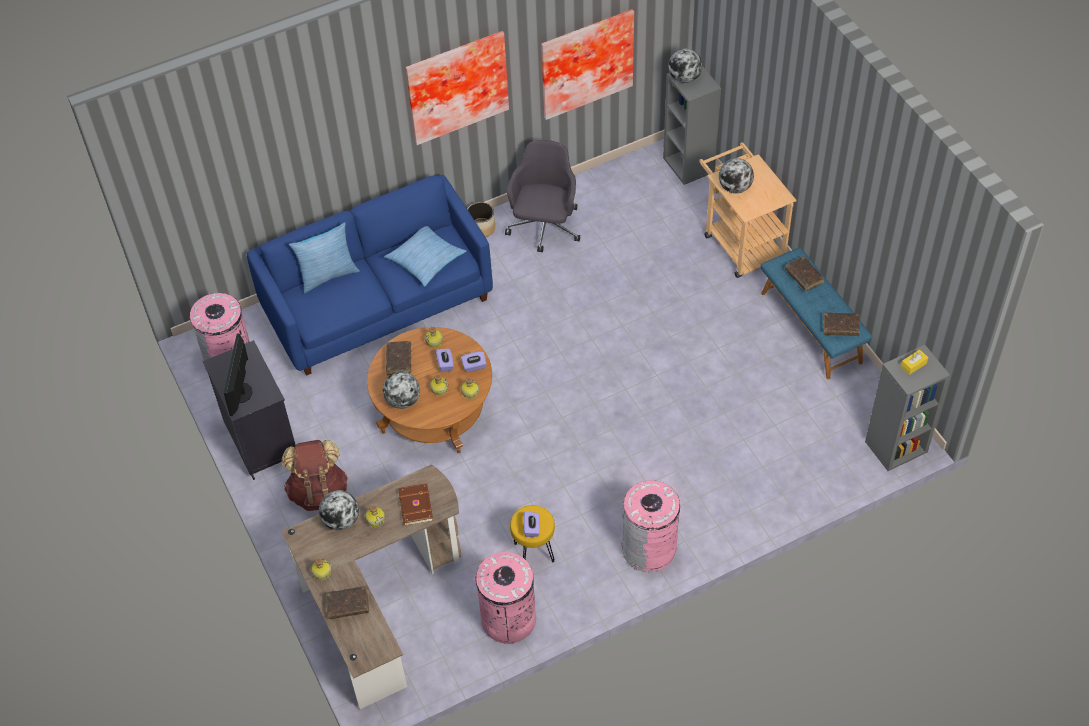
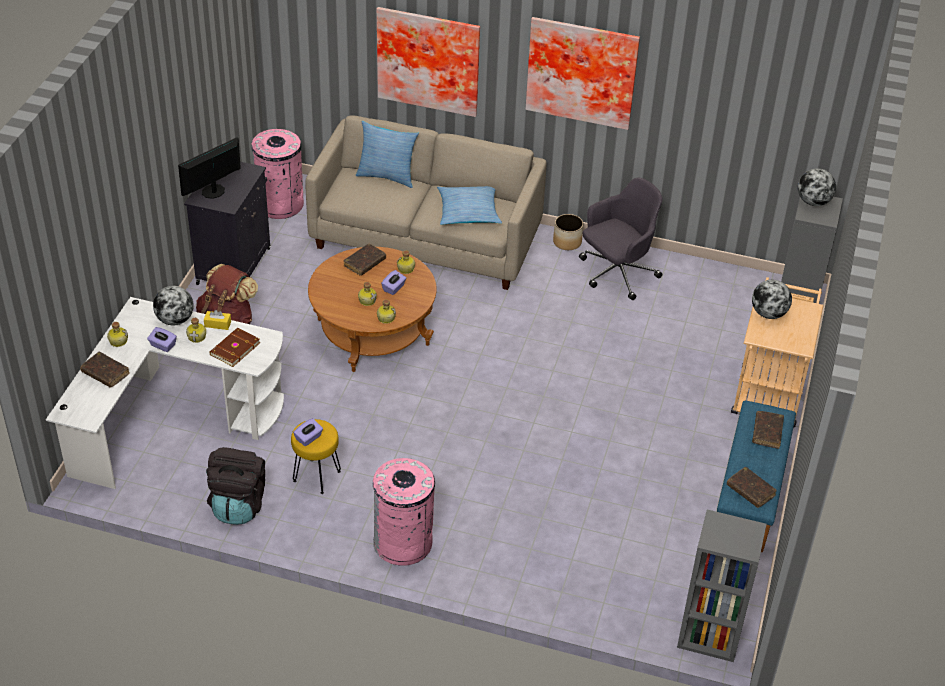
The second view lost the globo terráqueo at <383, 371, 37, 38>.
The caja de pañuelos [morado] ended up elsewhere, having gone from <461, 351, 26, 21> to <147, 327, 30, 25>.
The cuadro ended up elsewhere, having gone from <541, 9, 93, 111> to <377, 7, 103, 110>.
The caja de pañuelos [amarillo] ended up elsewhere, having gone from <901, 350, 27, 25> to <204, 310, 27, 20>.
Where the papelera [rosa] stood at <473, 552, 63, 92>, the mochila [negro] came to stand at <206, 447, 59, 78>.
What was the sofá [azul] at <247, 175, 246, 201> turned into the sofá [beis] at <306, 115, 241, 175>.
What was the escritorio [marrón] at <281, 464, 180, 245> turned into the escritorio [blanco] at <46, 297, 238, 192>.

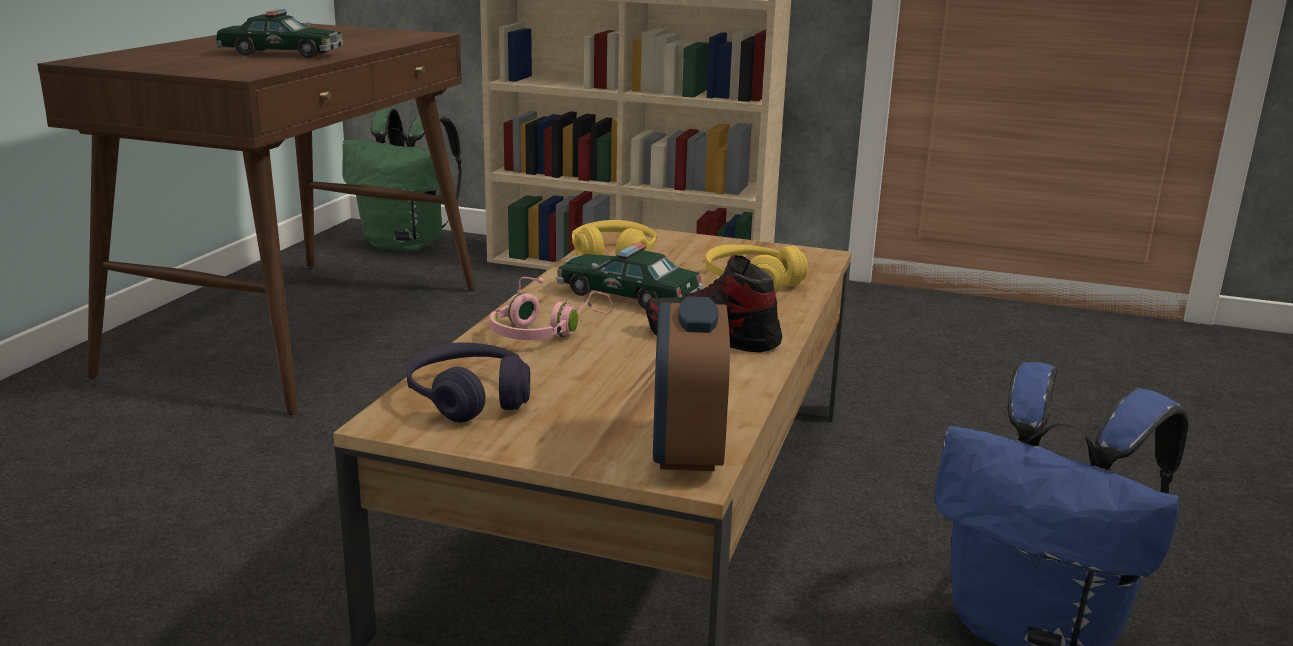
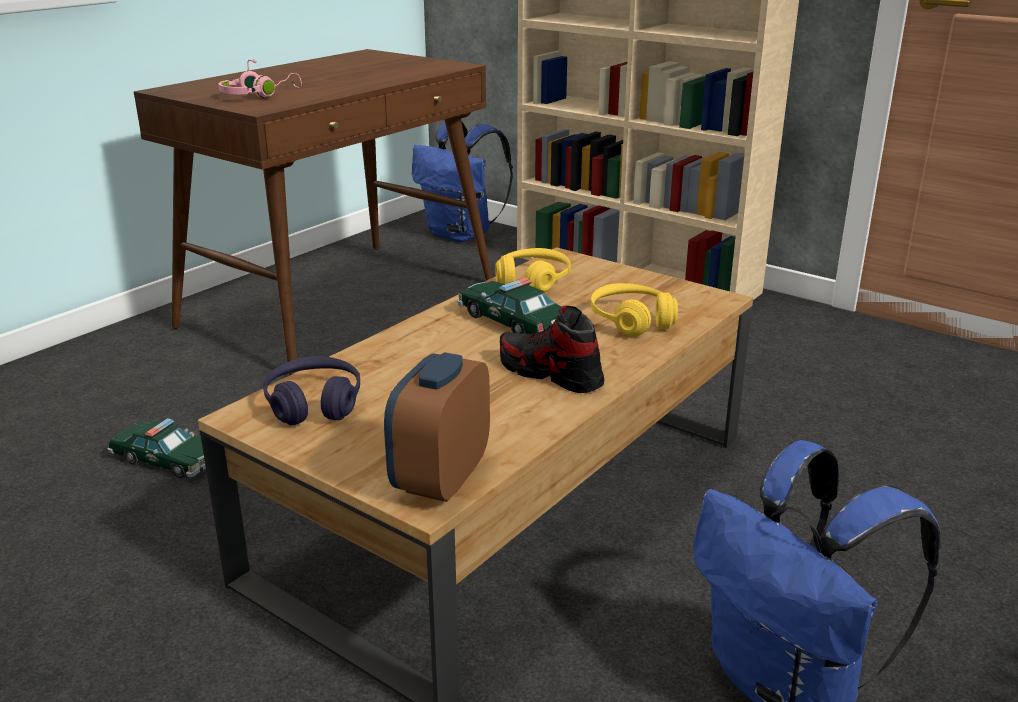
The coche de juguete ended up elsewhere, having gone from <215, 9, 128, 49> to <107, 418, 99, 61>.
The auriculares [rosa] ended up elsewhere, having gone from <490, 277, 123, 63> to <219, 60, 83, 38>.
What was the mochila [verde] at <342, 108, 120, 144> turned into the mochila [azul] at <412, 121, 101, 121>.

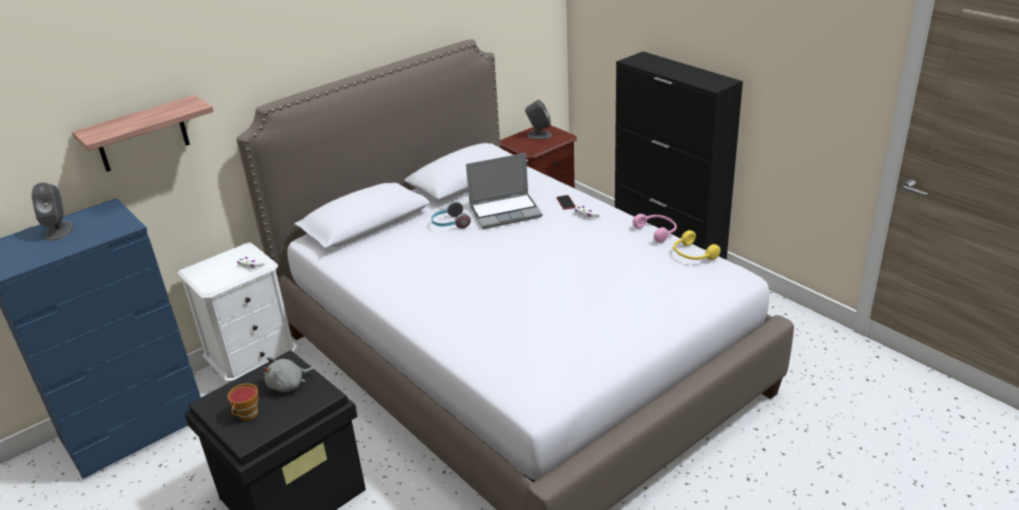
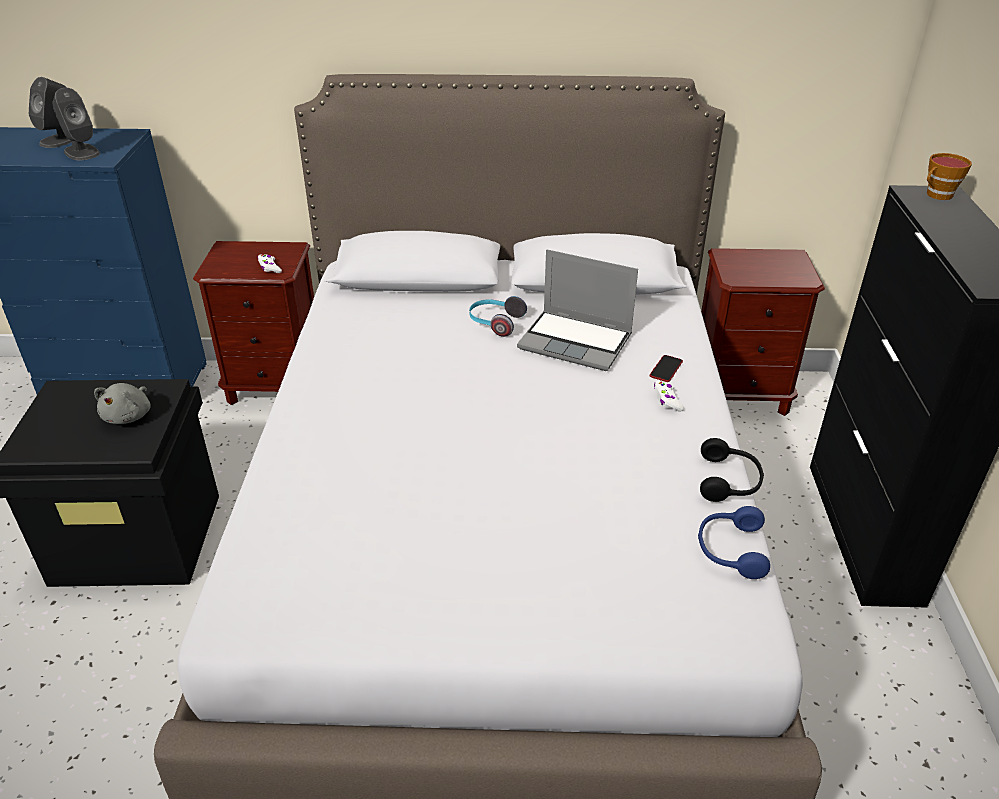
The second view lost the estante at <72, 95, 142, 77>.
The taza ended up elsewhere, having gone from <227, 383, 31, 38> to <927, 153, 45, 47>.
The altavoz [gris] ended up elsewhere, having gone from <525, 100, 27, 39> to <52, 88, 48, 72>.
What was the mesita de noche [blanco] at <177, 242, 121, 141> turned into the mesita de noche [marrón] at <193, 241, 121, 164>.
What was the auriculares [rosa] at <633, 214, 44, 29> turned into the auriculares [negro] at <700, 438, 64, 64>.
What was the auriculares [amarillo] at <673, 230, 48, 30> turned into the auriculares [azul] at <698, 506, 72, 73>.
The peluche [gris] at <263, 357, 54, 35> ended up facing another way, 90 degrees counterclockwise from before.

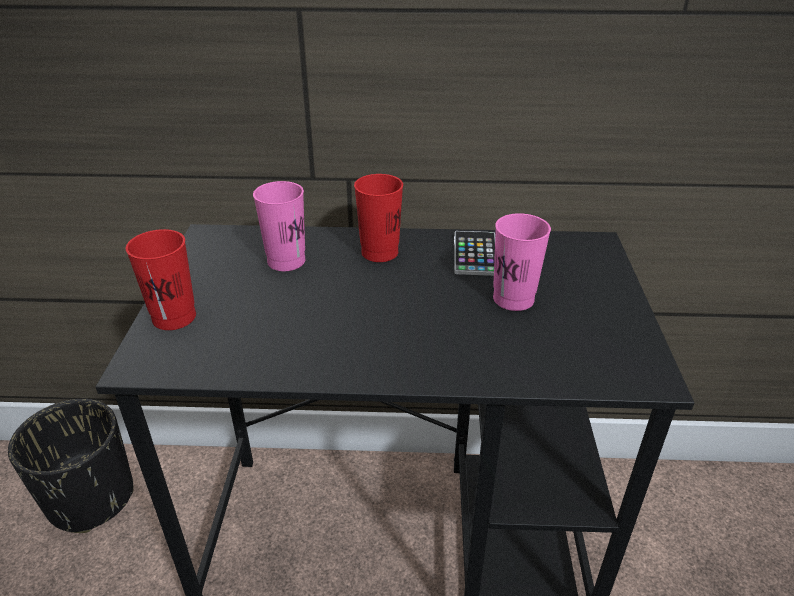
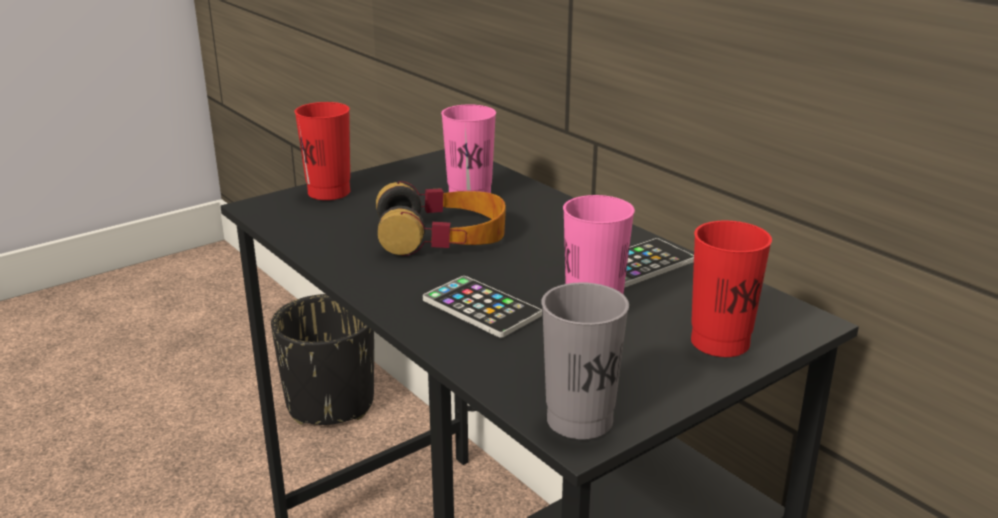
The second view gained the auriculares at <376, 181, 130, 75>.
The second view gained the móvil at <423, 276, 119, 62>.
The second view gained the taza [gris] at <542, 282, 87, 158>.
The taza [rojo] ended up elsewhere, having gone from <354, 174, 49, 88> to <691, 221, 81, 136>.

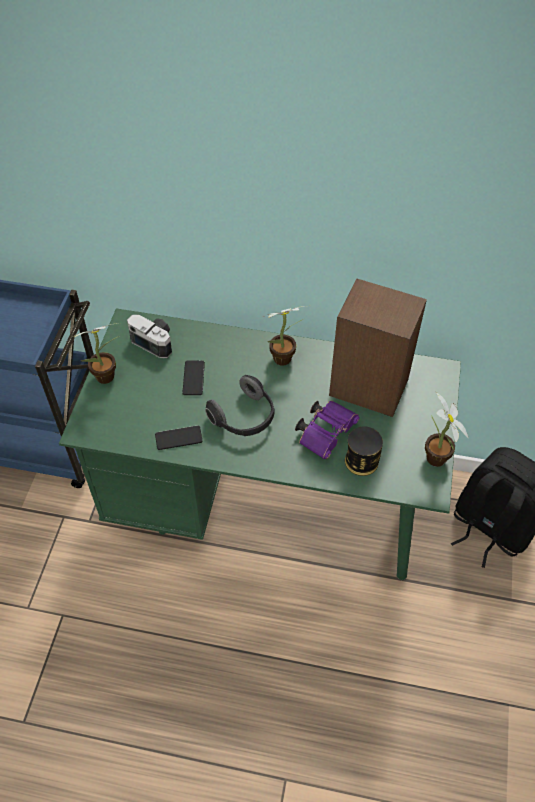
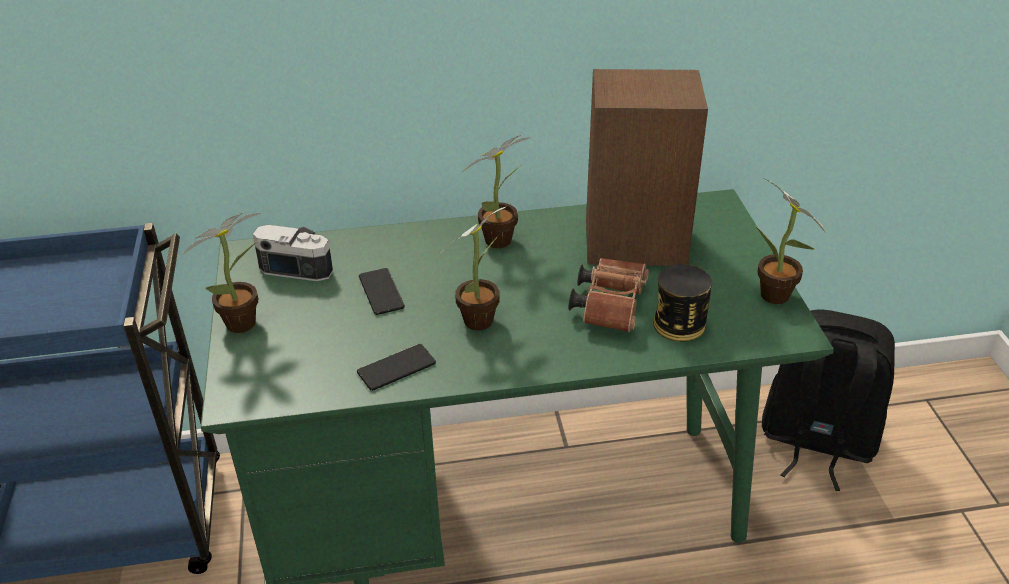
Where the auriculares stood at <205, 375, 69, 61>, the planta en maceta came to stand at <448, 207, 58, 123>.
What was the prismáticos [morado] at <295, 401, 64, 58> turned into the prismáticos [marrón] at <569, 258, 80, 74>.

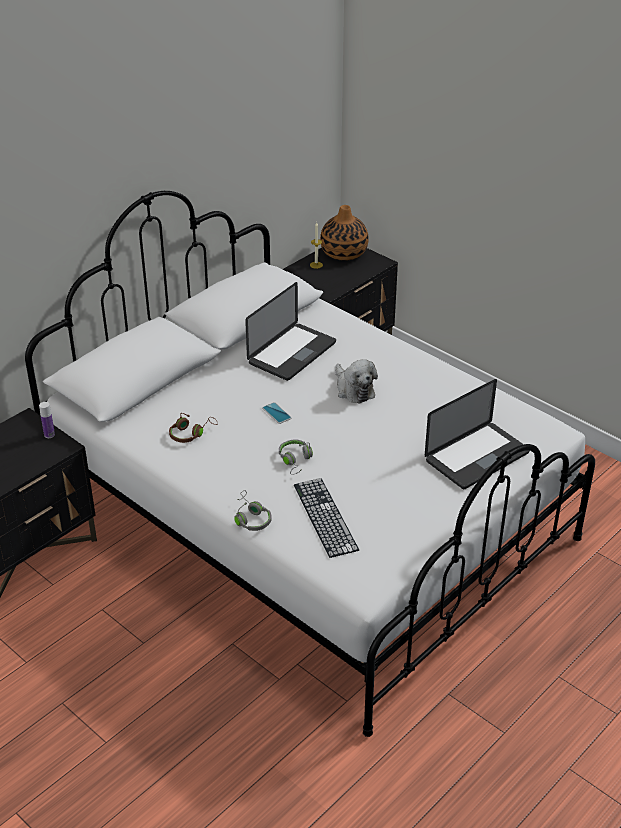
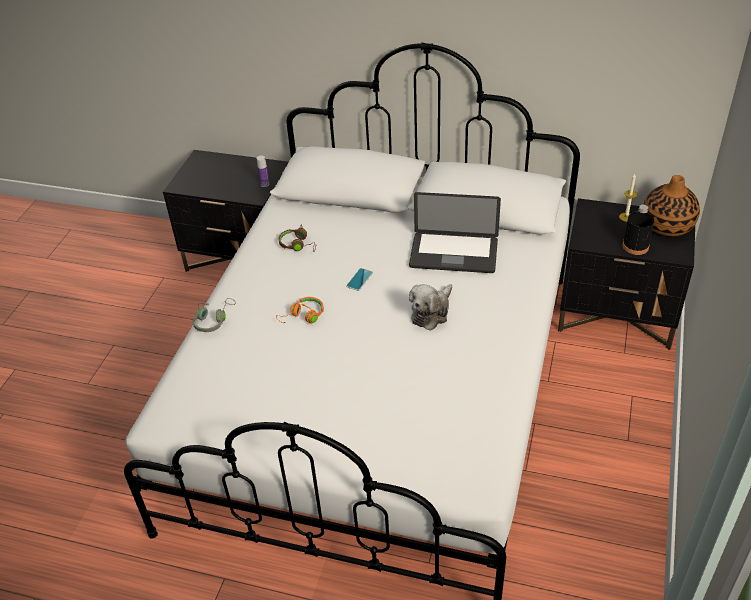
The second view lost the teclado at <294, 478, 65, 80>.
The second view lost the portátil at <425, 379, 105, 110>.
The second view gained the botella [negro] at <622, 205, 32, 50>.
What was the auriculares [gris] at <279, 439, 34, 36> turned into the auriculares [naranja] at <276, 297, 48, 26>.

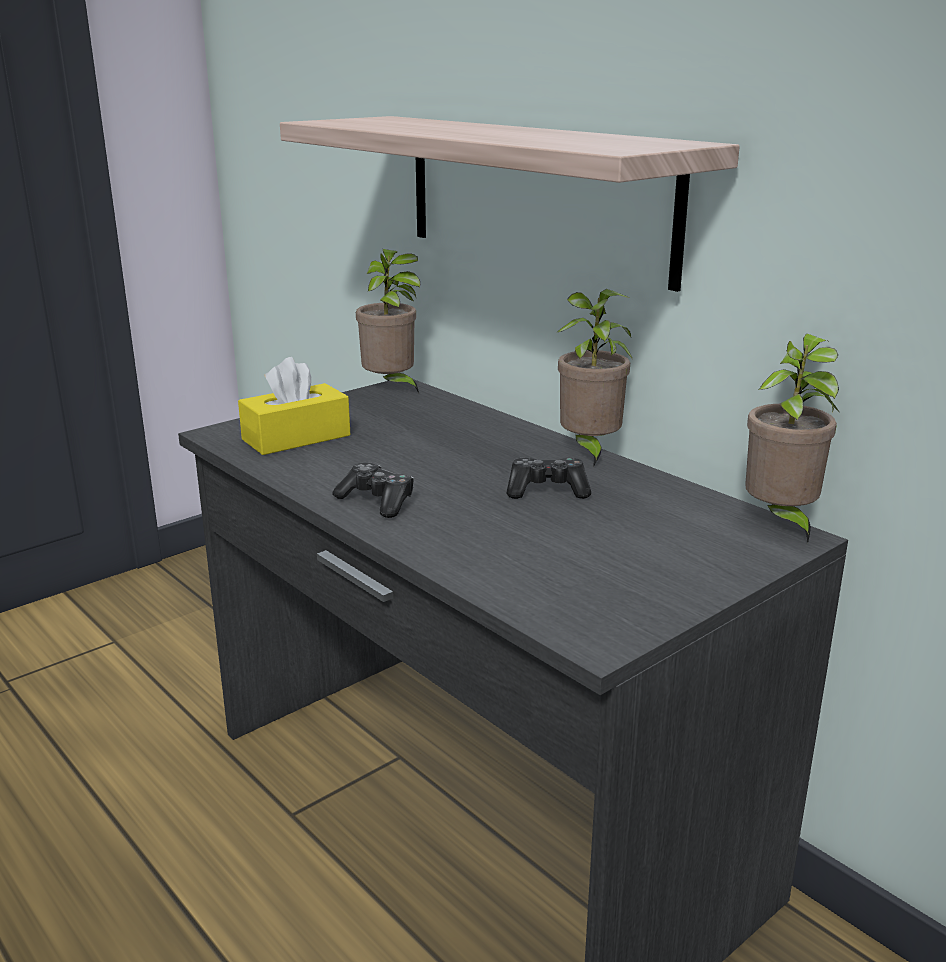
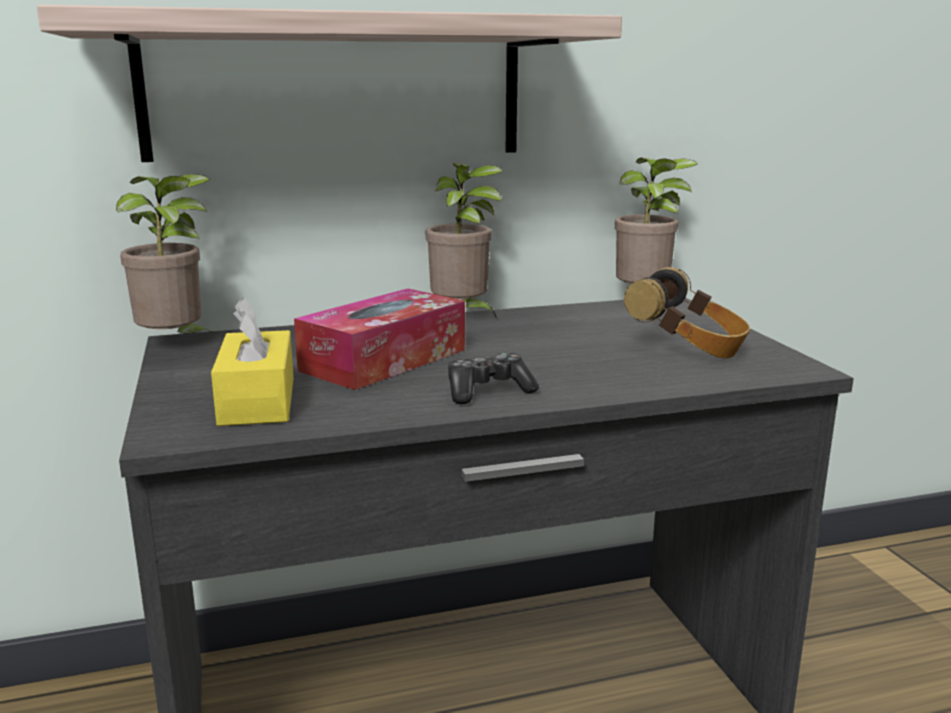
The second view lost the mando de consola at <507, 457, 84, 42>.
The second view gained the caja de pañuelos at <294, 288, 171, 102>.
The second view gained the auriculares at <624, 267, 126, 92>.

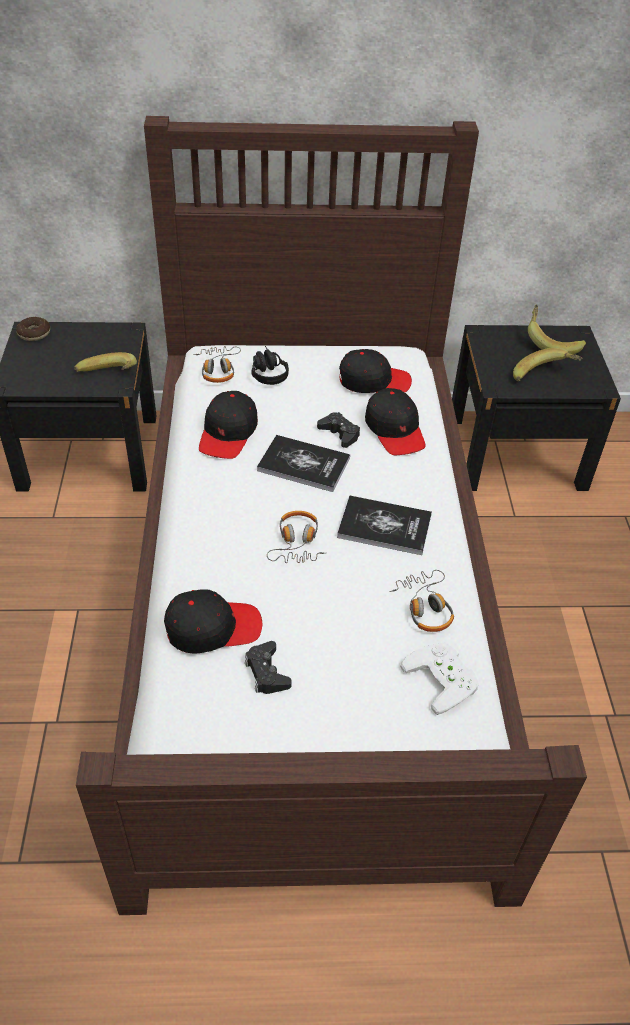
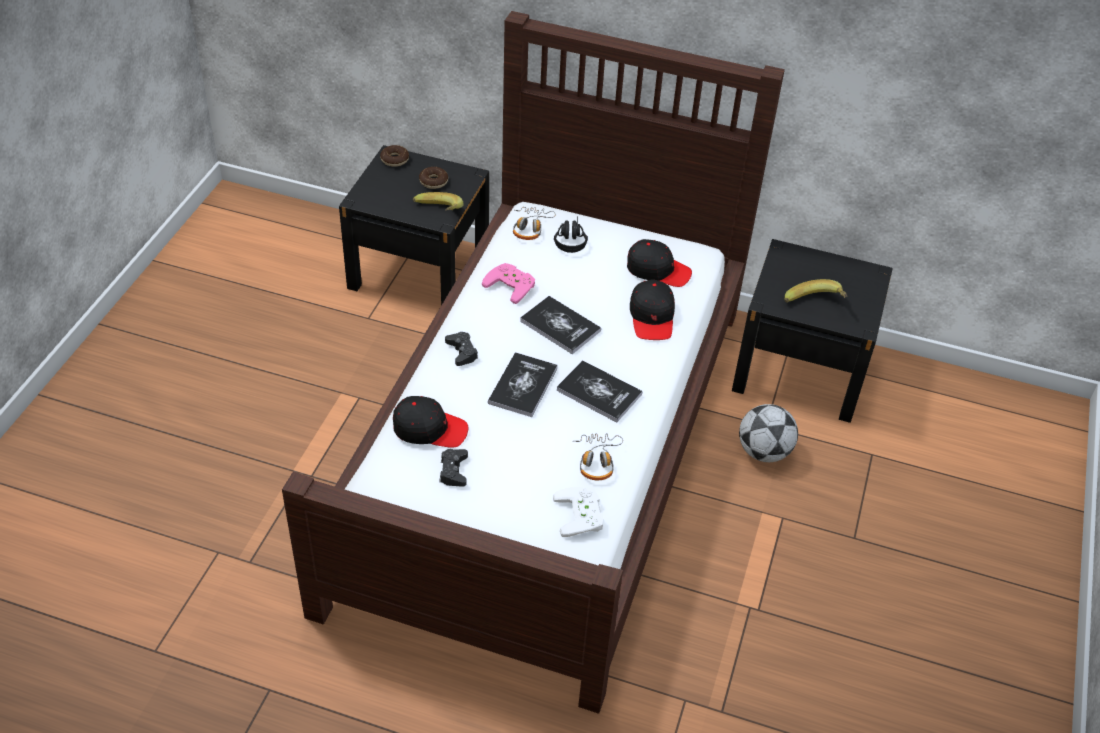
The second view lost the plátano at <528, 304, 58, 50>.
The second view gained the rosquilla at <419, 167, 29, 22>.
The second view gained the balón de fútbol at <739, 404, 59, 58>.
The mando de consola [negro] ended up elsewhere, having gone from <317, 412, 43, 36> to <445, 332, 33, 34>.
Where the gorra [negro] stood at <199, 391, 59, 68>, the mando de consola [rosa] came to stand at <482, 263, 53, 41>.
Where the auriculares stood at <267, 511, 60, 52>, the libro came to stand at <488, 352, 69, 65>.

